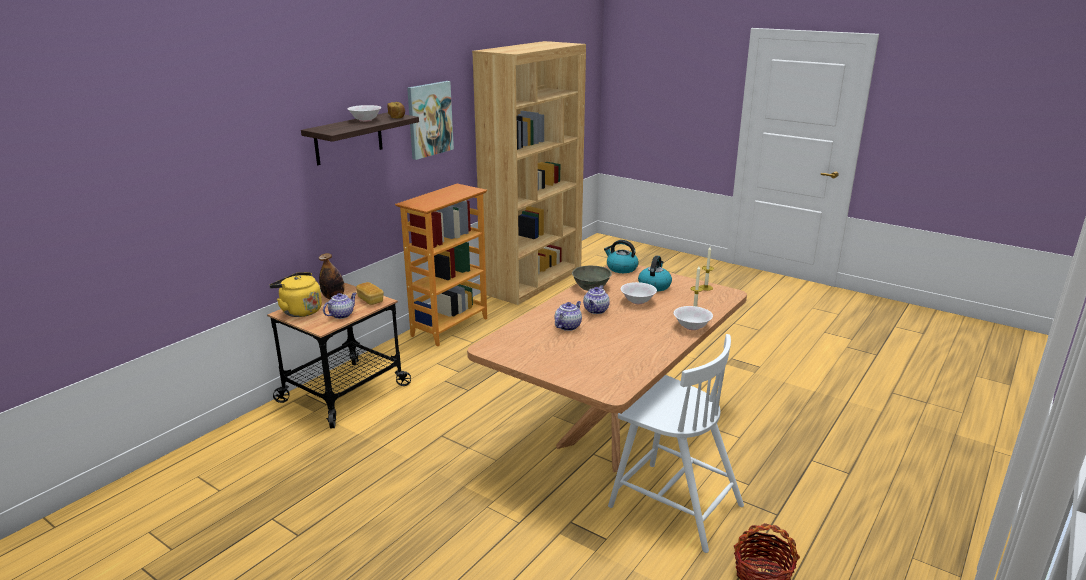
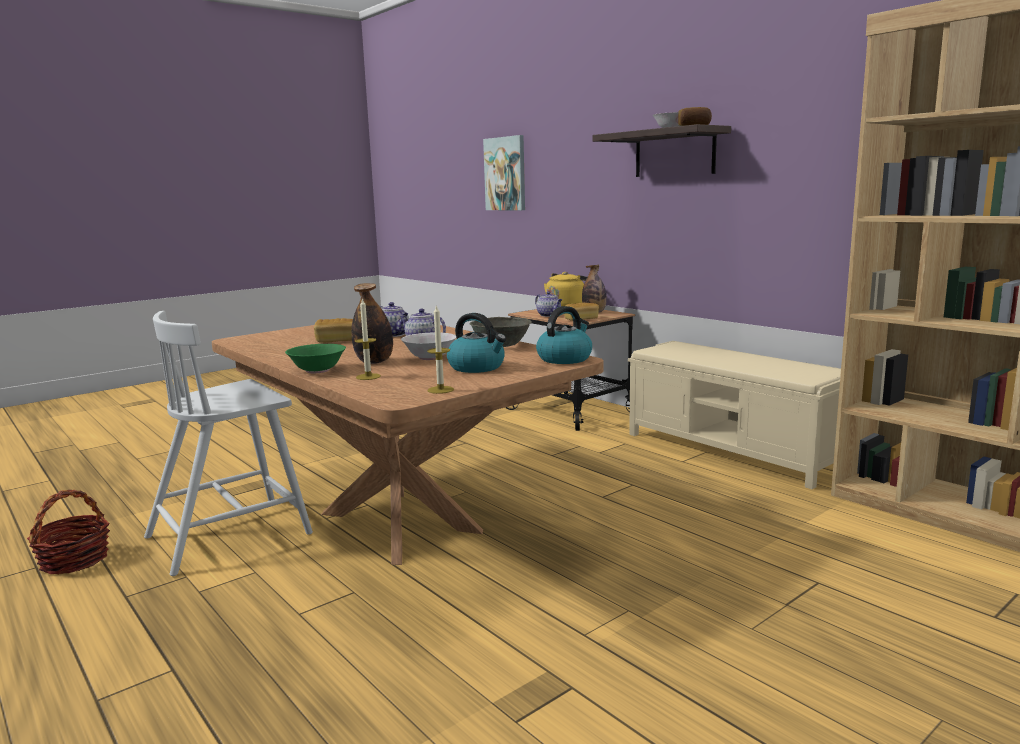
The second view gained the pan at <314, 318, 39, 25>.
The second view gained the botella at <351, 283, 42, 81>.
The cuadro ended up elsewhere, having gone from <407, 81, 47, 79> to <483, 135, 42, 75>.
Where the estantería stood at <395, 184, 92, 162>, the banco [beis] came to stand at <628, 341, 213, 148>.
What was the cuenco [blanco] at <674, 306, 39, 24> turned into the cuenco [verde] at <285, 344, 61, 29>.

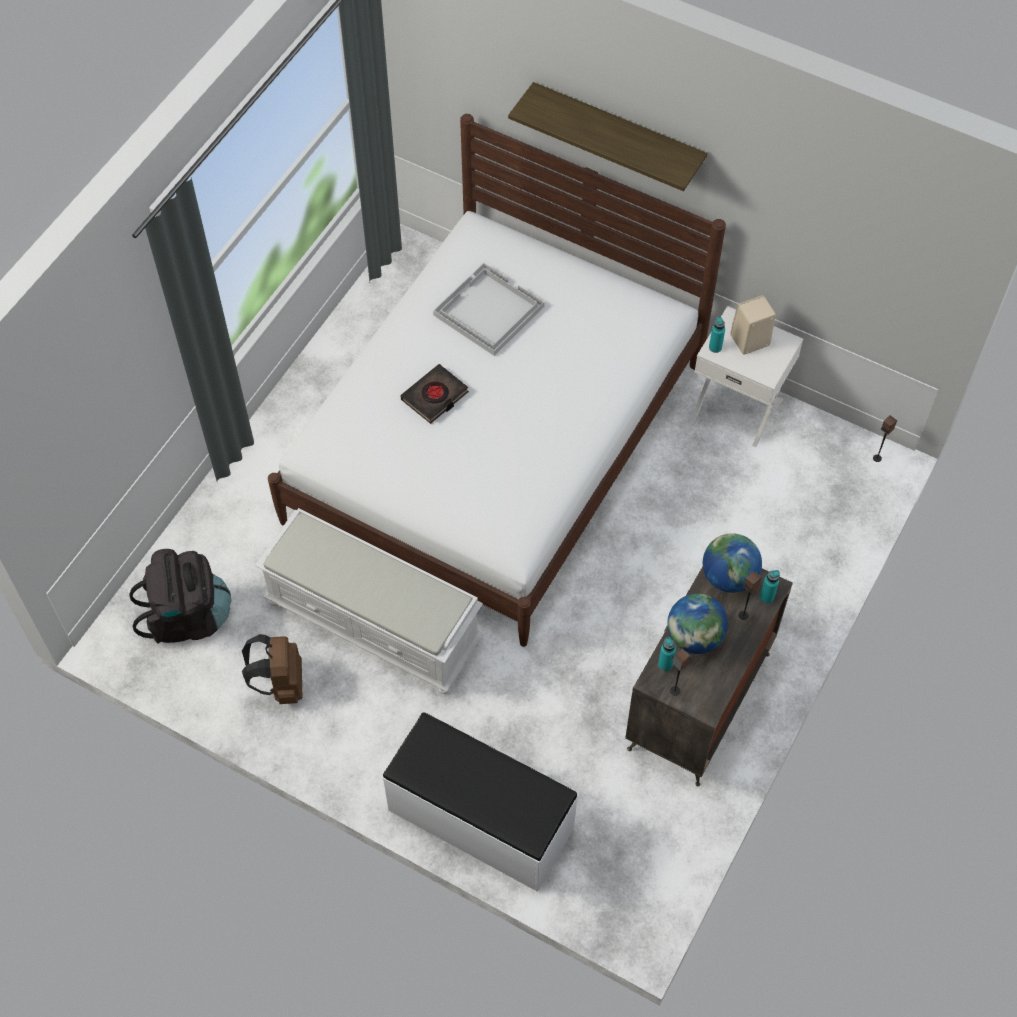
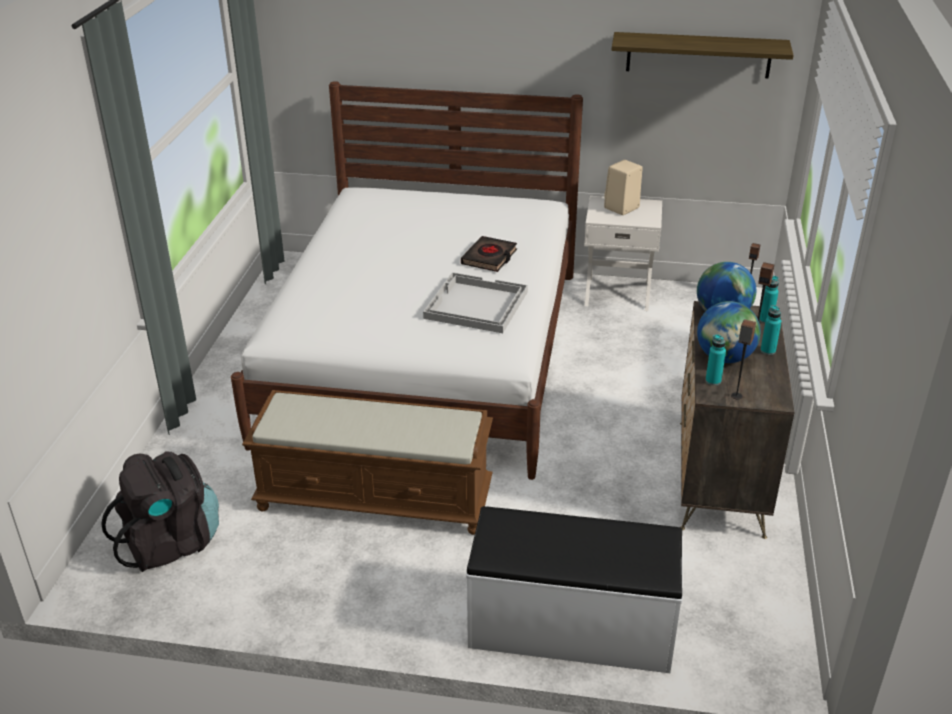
The second view lost the mochila [marrón] at <242, 634, 60, 70>.
The libro [negro] ended up elsewhere, having gone from <400, 364, 69, 60> to <461, 236, 56, 36>.
The bandeja [blanco] ended up elsewhere, having gone from <433, 263, 111, 93> to <423, 272, 105, 61>.
The estante ended up elsewhere, having gone from <508, 82, 199, 109> to <611, 32, 183, 46>.
The botella [turquesa] ended up elsewhere, having gone from <709, 317, 16, 36> to <760, 305, 21, 50>.
What was the banco [blanco] at <255, 508, 229, 186> turned into the banco [marrón] at <242, 390, 251, 145>.

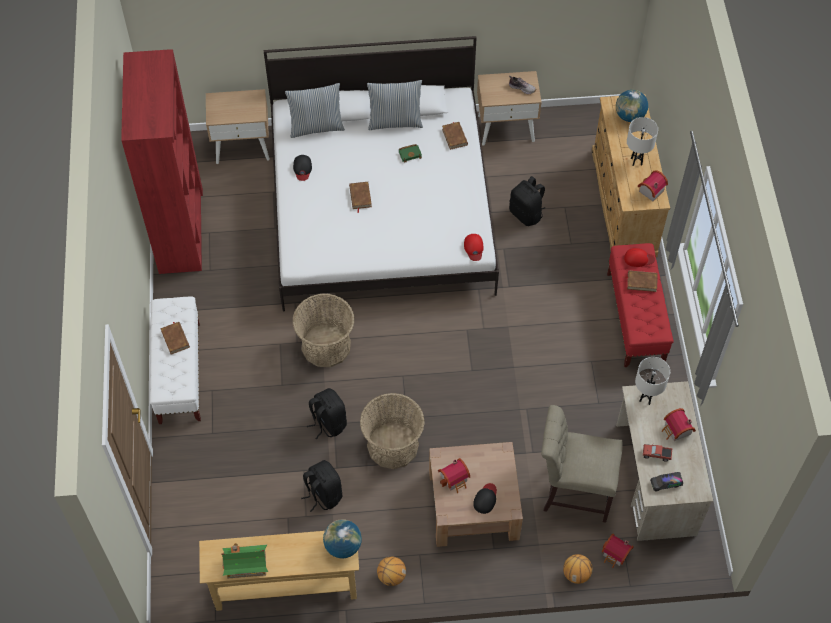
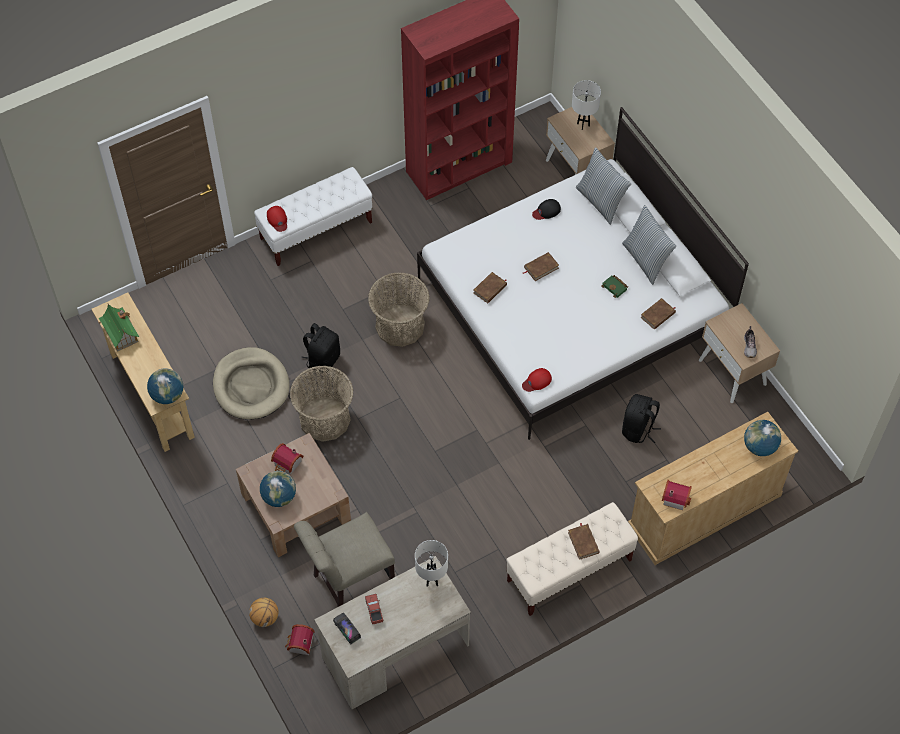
The second view lost the balón de baloncesto at <377, 556, 29, 30>.
The second view lost the casita at <662, 408, 34, 33>.
The libro [marrón] ended up elsewhere, having gone from <160, 322, 30, 33> to <474, 272, 33, 31>.
The gorra [rojo] ended up elsewhere, having gone from <624, 248, 31, 19> to <267, 206, 20, 26>.
The lámpara de mesa [blanco] ended up elsewhere, having gone from <627, 117, 31, 49> to <572, 80, 29, 50>.
Where the mochila [negro] stood at <301, 460, 41, 52>, the cama para perro [beis] came to stand at <213, 347, 77, 73>.
Where the gorra [negro] stood at <473, 483, 24, 31>, the globo terráqueo came to stand at <260, 471, 36, 36>.
What was the banco [rojo] at <607, 243, 67, 124> turned into the banco [beis] at <506, 502, 132, 114>.
The silla [beis] at <541, 405, 81, 118> ended up facing another way, 105 degrees counterclockwise from before.

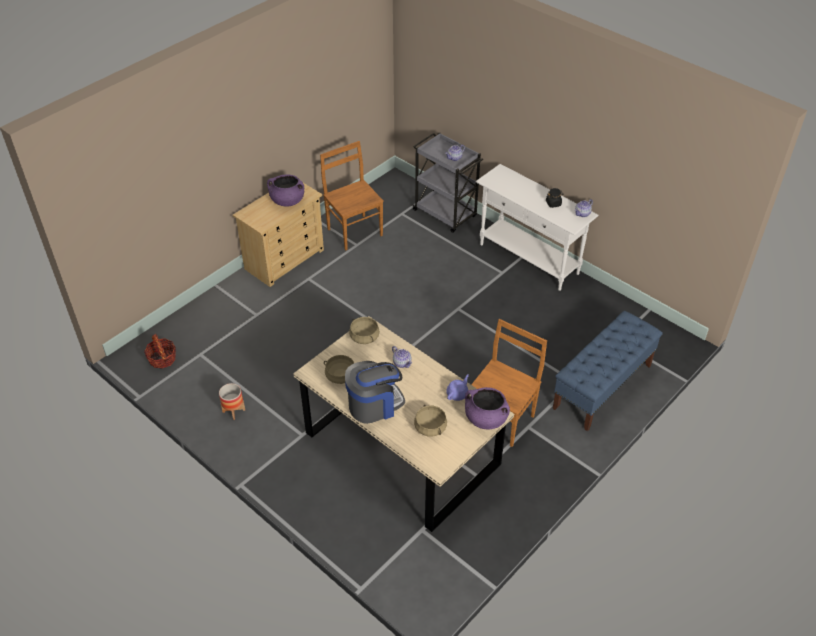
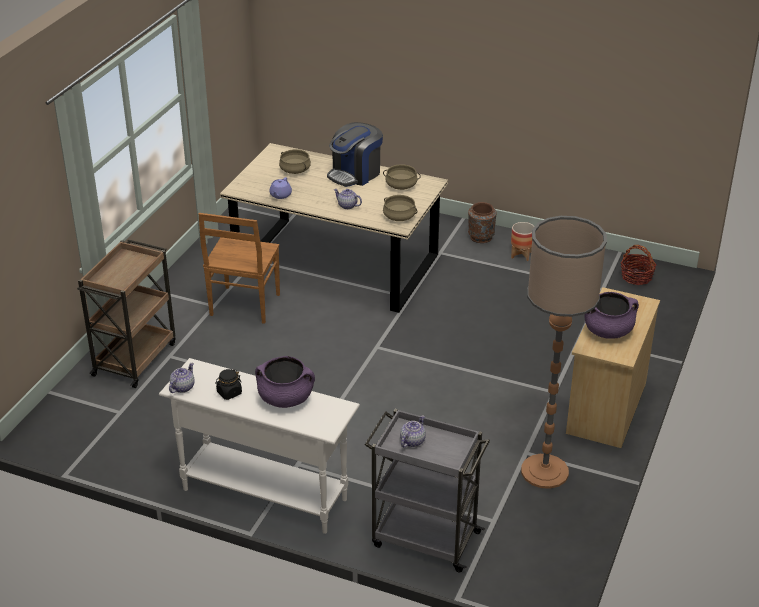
The second view gained the florero [marrón] at <468, 202, 28, 41>.
The olla [morado] ended up elsewhere, having gone from <465, 387, 45, 42> to <255, 356, 60, 52>.
Where the silla [marrón] stood at <320, 141, 64, 110>, the lámpara de pie came to stand at <521, 216, 86, 273>.
Where the banco [azul] stood at <553, 311, 110, 120>, the carrito [marrón] came to stand at <77, 239, 99, 149>.

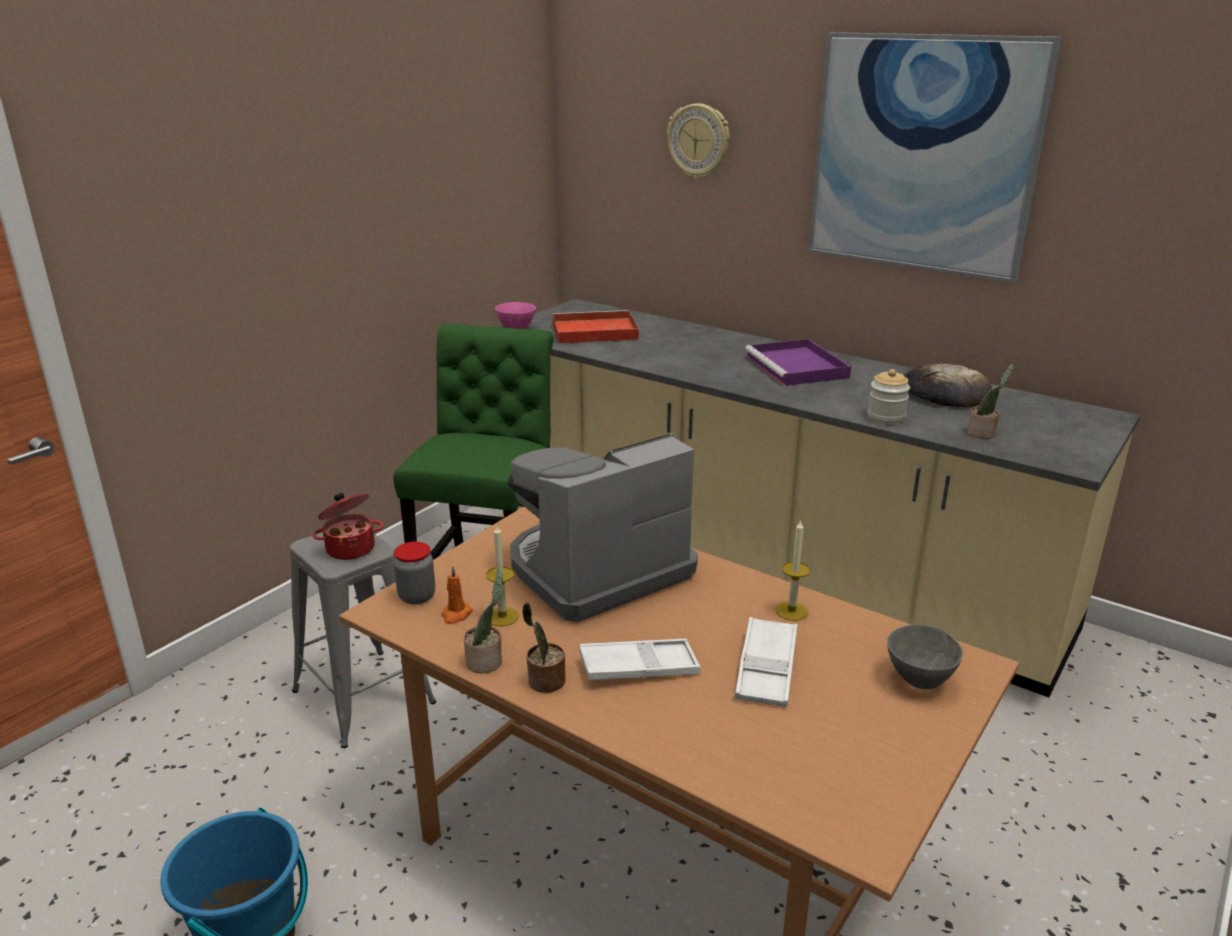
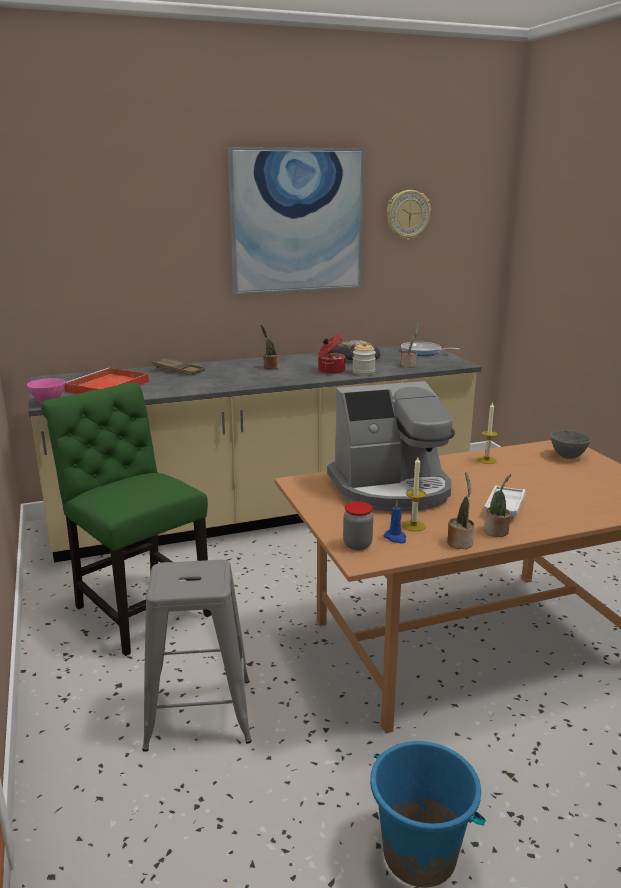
The second view lost the bandeja [blanco] at <734, 617, 64, 90>.
The second view gained the bandeja [marrón] at <153, 358, 51, 17>.
The second view gained the sartén at <401, 342, 59, 14>.
The olla ended up elsewhere, having gone from <312, 493, 71, 67> to <318, 334, 29, 40>.
The reloj de pared ended up elsewhere, having gone from <667, 103, 63, 76> to <387, 190, 44, 50>.
Where the bandeja [morado] stood at <745, 339, 106, 47>, the planta en maceta came to stand at <261, 325, 18, 45>.
What was the vela [naranja] at <441, 566, 32, 58> turned into the vela [azul] at <383, 501, 23, 43>.
The cafetera at <508, 433, 190, 189> ended up facing another way, 105 degrees counterclockwise from before.

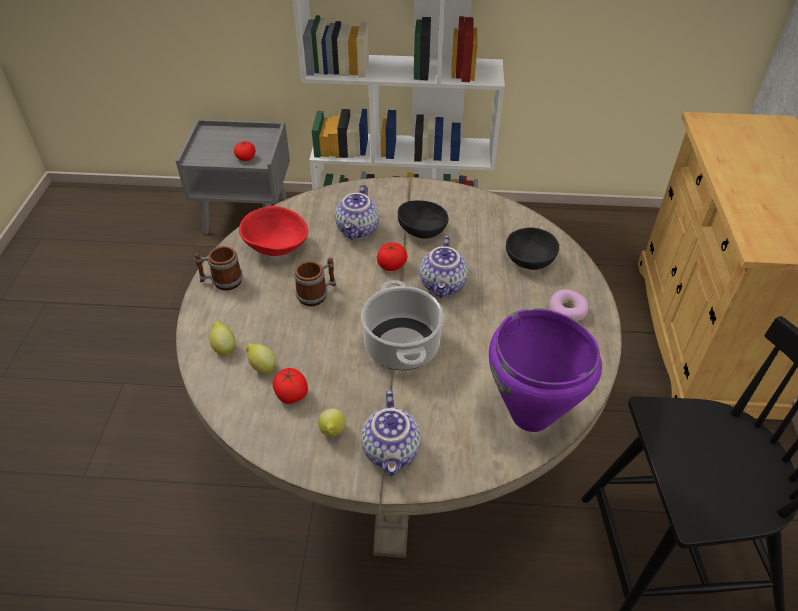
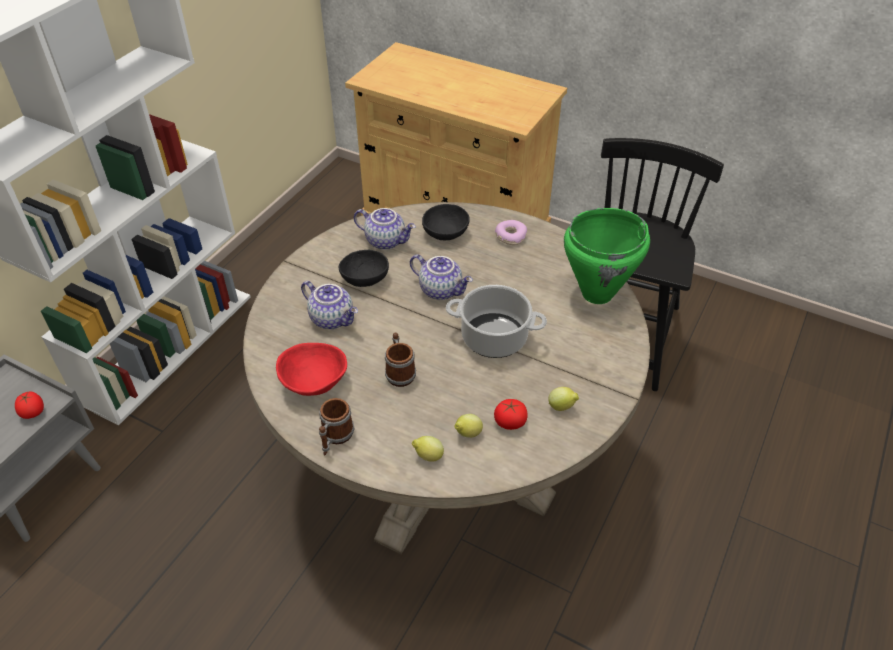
The second view lost the tomate at <377, 243, 30, 28>.
The tetera ended up elsewhere, having gone from <361, 390, 60, 86> to <354, 208, 62, 42>.
What was the olla [morado] at <489, 308, 113, 124> turned into the olla [verde] at <564, 208, 86, 96>.

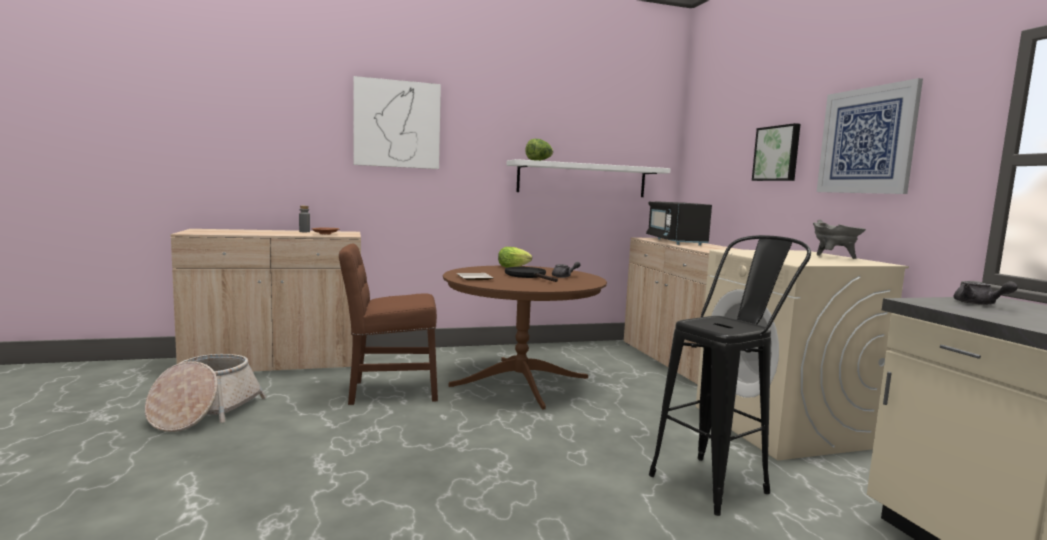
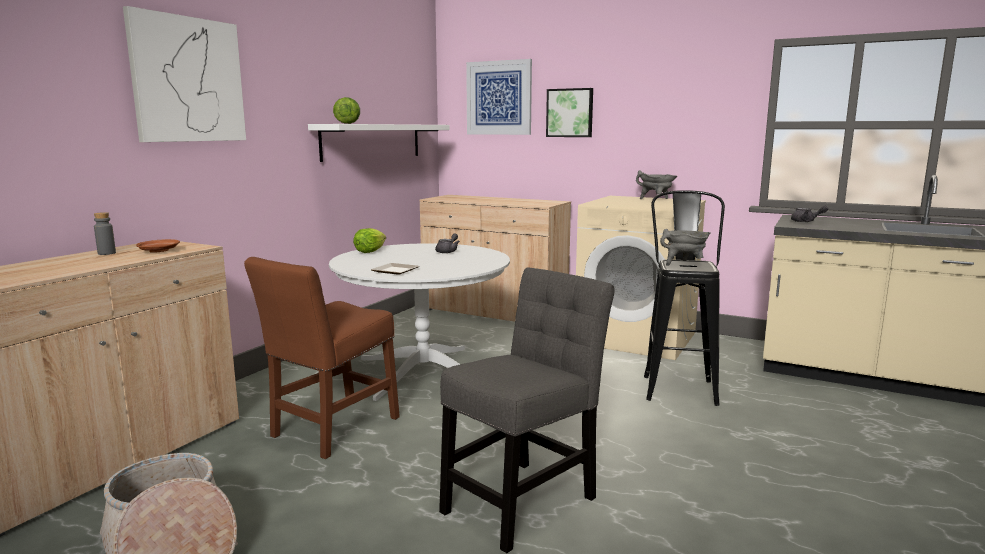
The second view lost the sartén [negro] at <505, 267, 53, 15>.
The second view lost the microondas [negro] at <646, 201, 66, 45>.
The second view gained the silla [gris] at <439, 268, 175, 285>.
The second view gained the olla [gris] at <660, 229, 50, 37>.
The cuadro ended up elsewhere, having gone from <817, 78, 106, 116> to <466, 59, 66, 76>.
What was the mesa de comedor [marrón] at <443, 266, 164, 144> turned into the mesa de comedor [blanco] at <329, 243, 181, 158>.

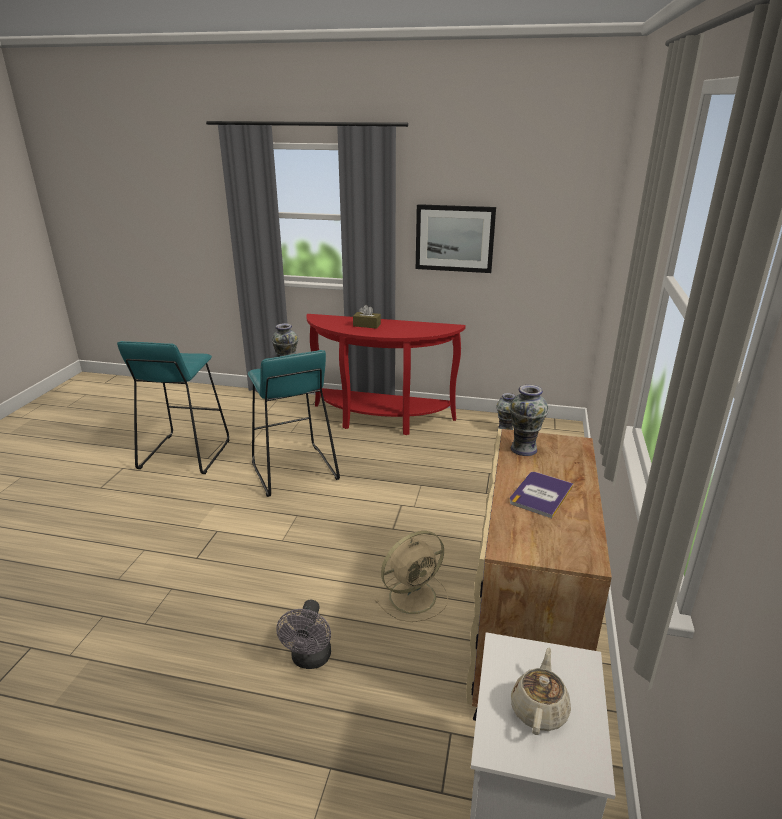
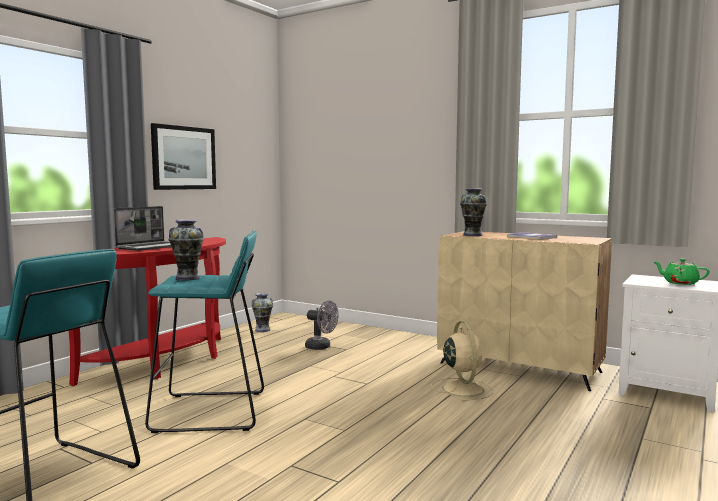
The ventilador [gris] ended up elsewhere, having gone from <276, 600, 55, 69> to <305, 300, 34, 50>.
Where the caja de pañuelos [marrón] stood at <353, 305, 28, 24>, the portátil came to stand at <114, 206, 57, 45>.
What was the tetera [beis] at <511, 648, 60, 87> turned into the tetera [verde] at <653, 259, 57, 26>.

